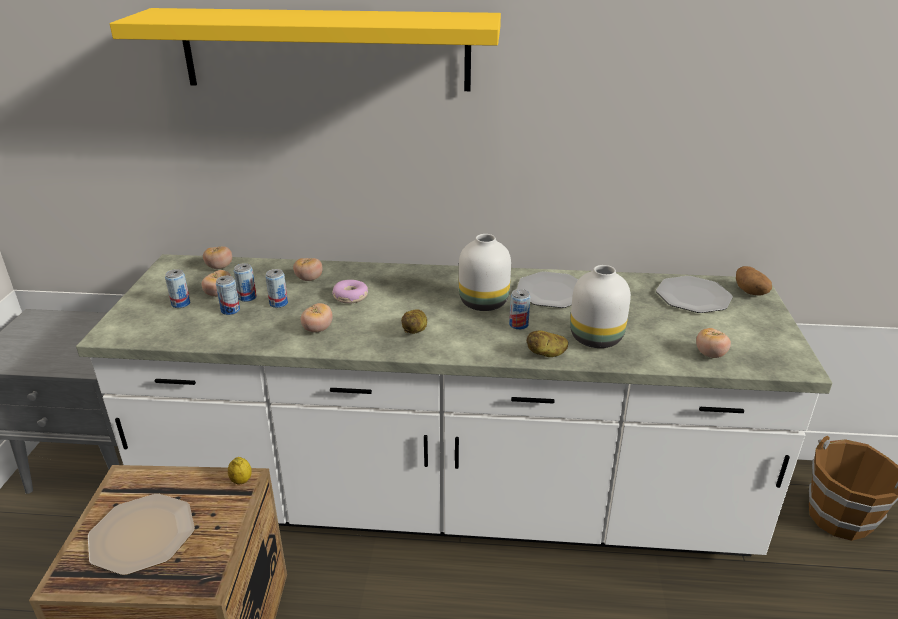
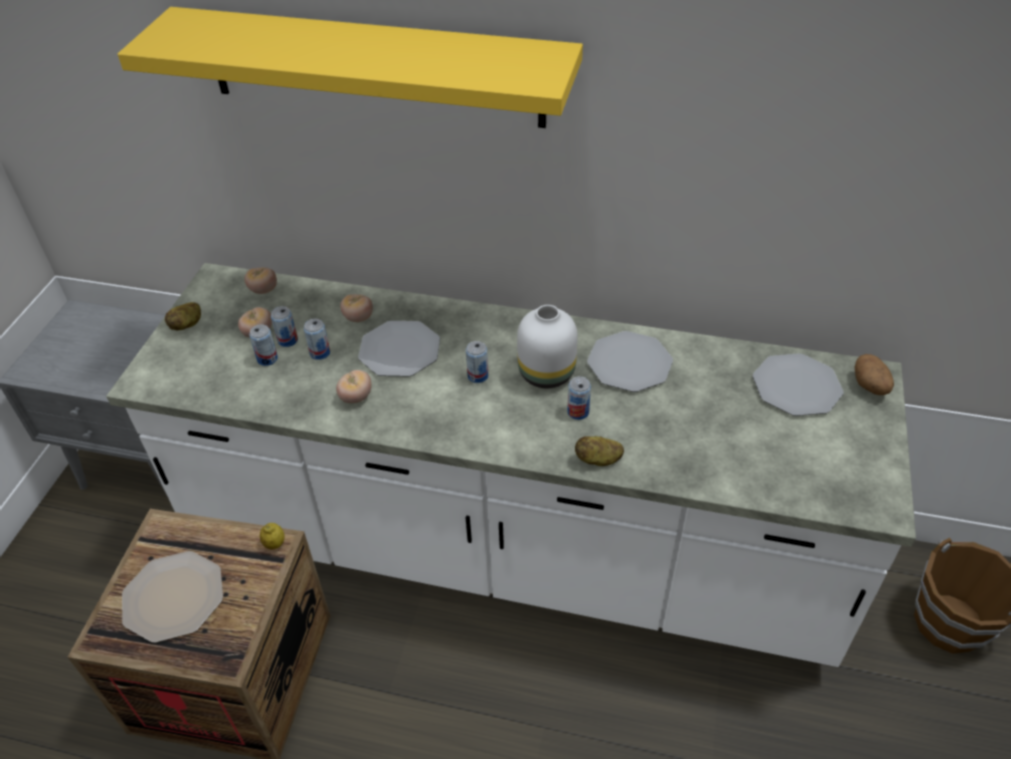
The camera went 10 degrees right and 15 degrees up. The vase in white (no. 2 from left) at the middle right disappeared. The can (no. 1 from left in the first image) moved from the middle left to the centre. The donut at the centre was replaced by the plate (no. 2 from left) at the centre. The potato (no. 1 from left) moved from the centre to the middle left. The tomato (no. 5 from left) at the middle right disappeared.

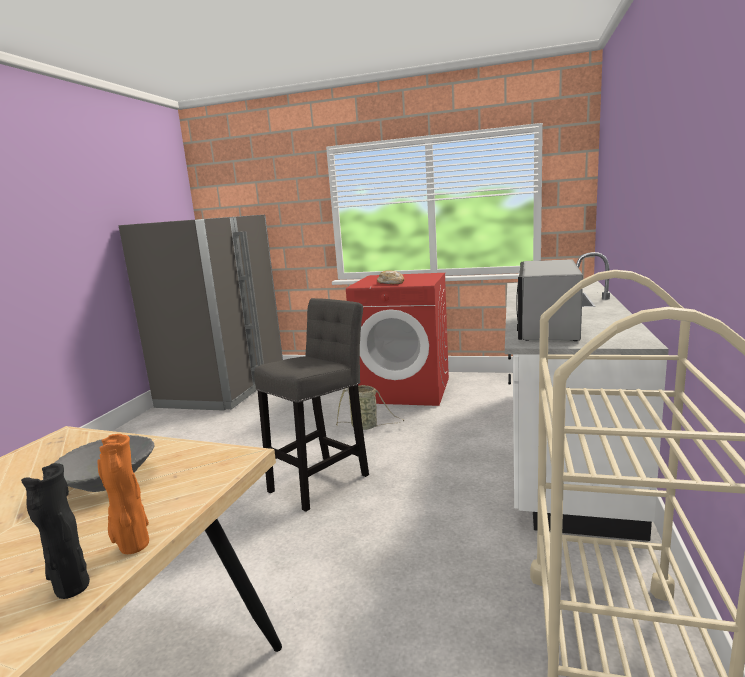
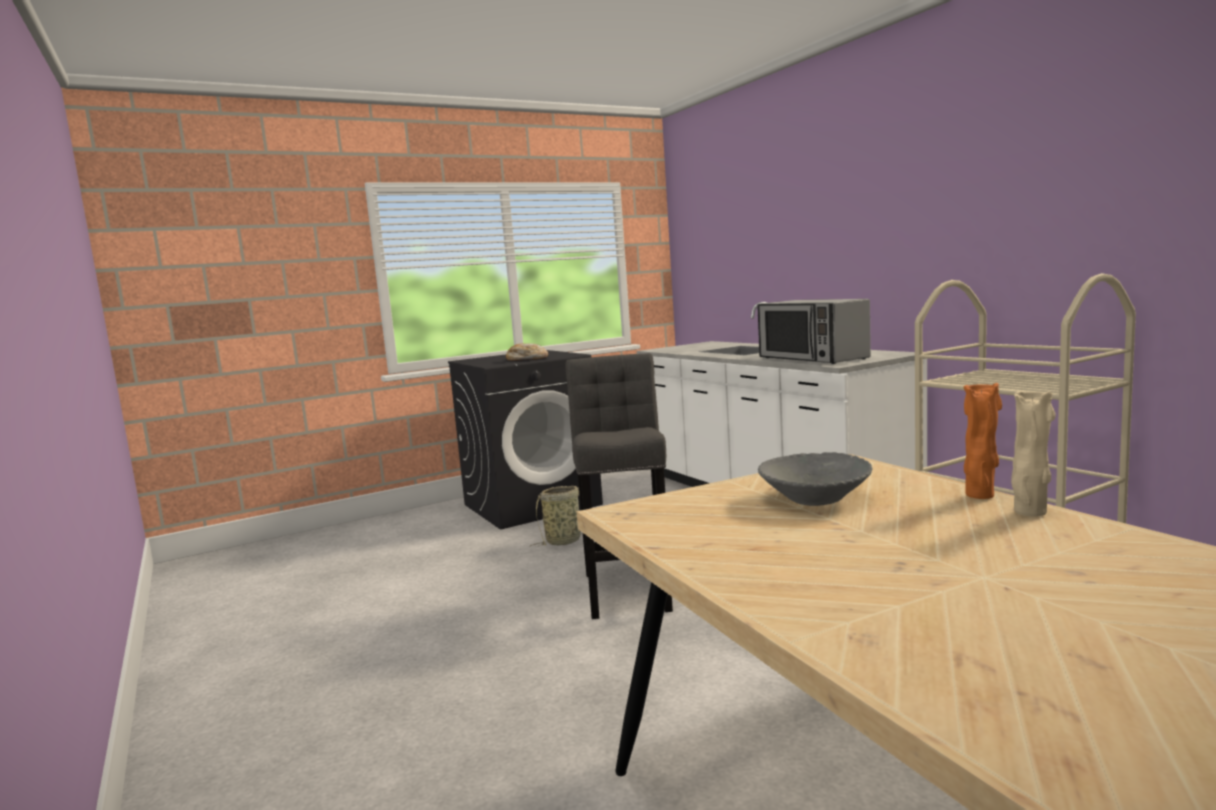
The camera went 45 degrees left and 5 degrees down. The fridge in grey at the middle left disappeared. The washing machine in red at the centre became the washing machine in black at the centre. The vase in black at the bottom left became the vase in beige at the middle right.

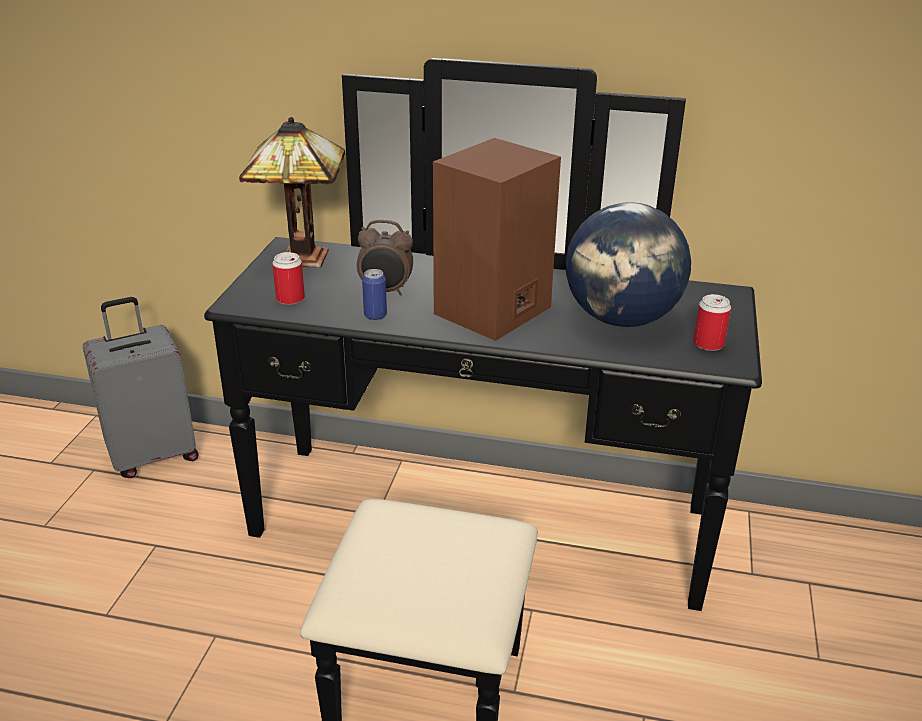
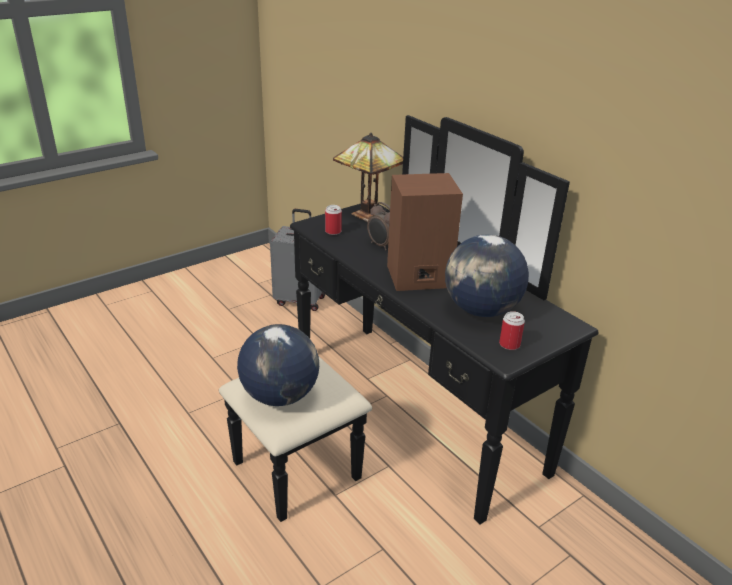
The camera went 40 degrees right and 0 degrees up. The can (no. 2 from left) at the centre disappeared. The globe (no. 1 from left) at the centre appeared.

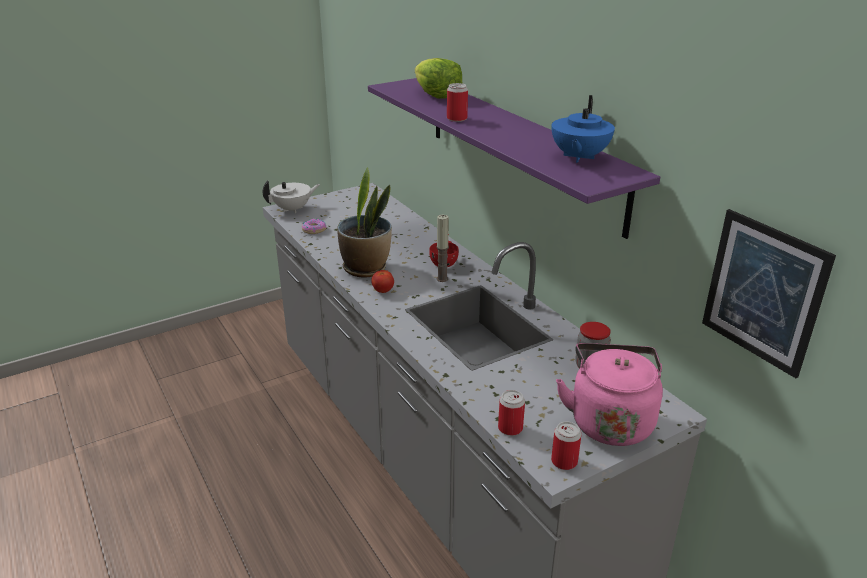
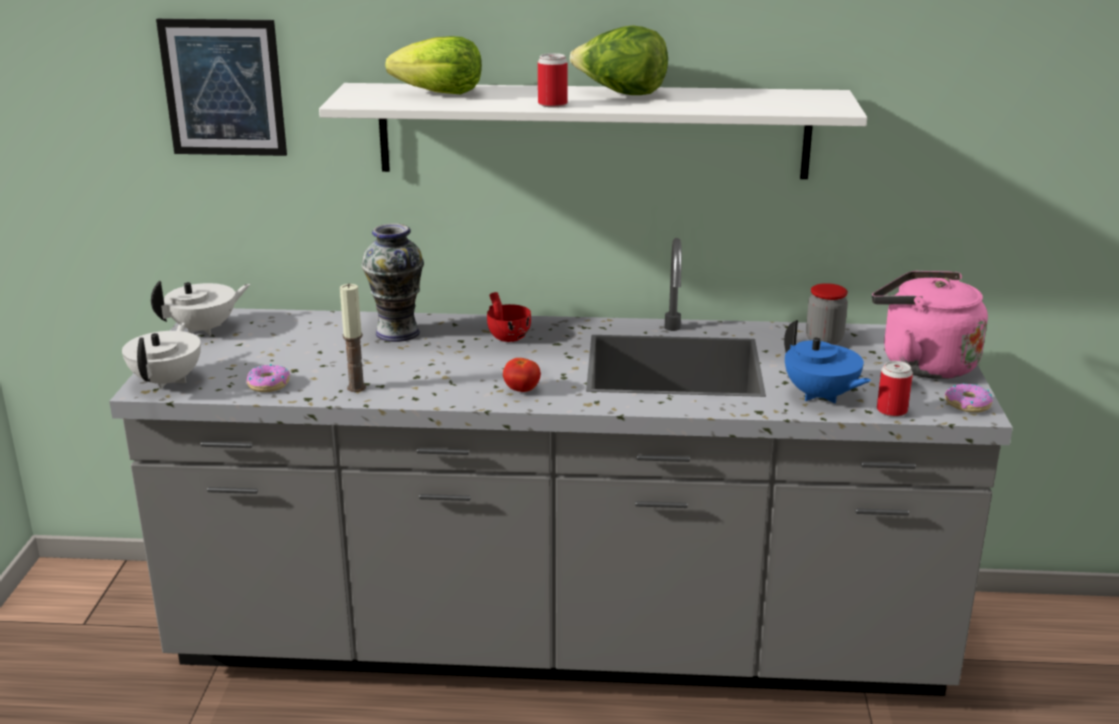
The camera went 55 degrees left and 5 degrees down. The shelf in purple at the top centre became the shelf in white at the top centre. The teapot in blue moved from the top right to the middle right. The potted plant at the centre disappeared. The picture moved from the middle right to the top left. The candle moved from the centre to the middle left. The can (no. 3 from left) at the bottom centre was replaced by the donut (no. 2 from left) at the middle right. The lettuce (no. 2 from left) at the top centre appeared. The vase at the centre appeared. The teapot in white (no. 2 from left) at the middle left appeared.

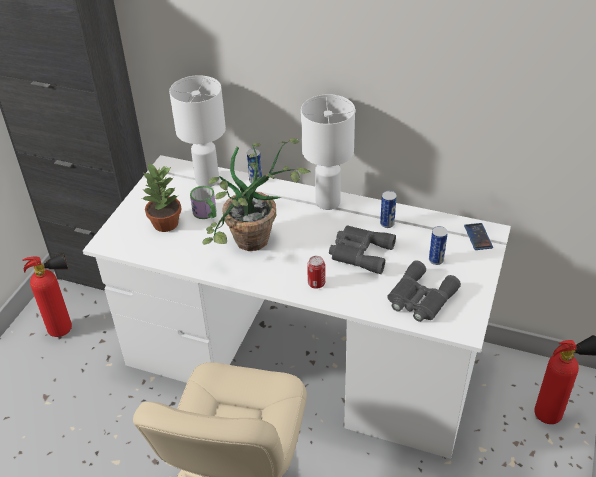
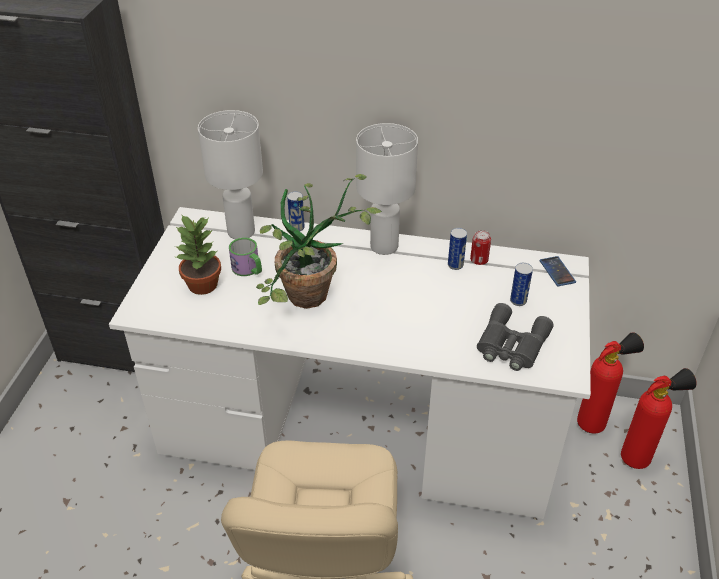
The camera went 10 degrees left and 0 degrees up. The binoculars in grey (no. 1 from left) at the centre disappeared. The fire extinguisher (no. 1 from left) moved from the middle left to the middle right. The can (no. 2 from left in the first image) moved from the centre to the middle right.

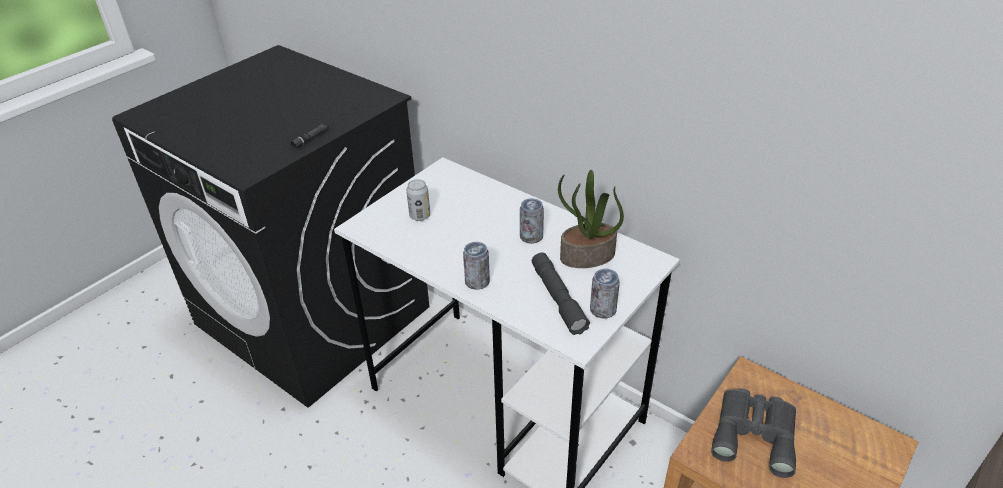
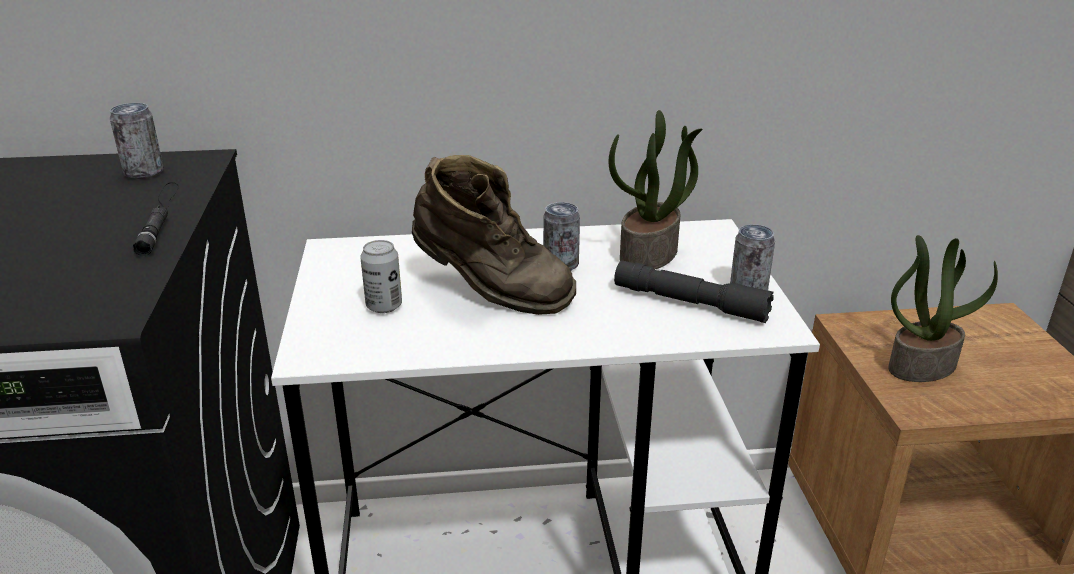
The camera went 45 degrees left and 10 degrees down. The can (no. 2 from left in the first image) moved from the centre to the top left. The binoculars in grey at the bottom right was replaced by the potted plant (no. 2 from left) at the middle right. The boot in brown at the centre appeared.

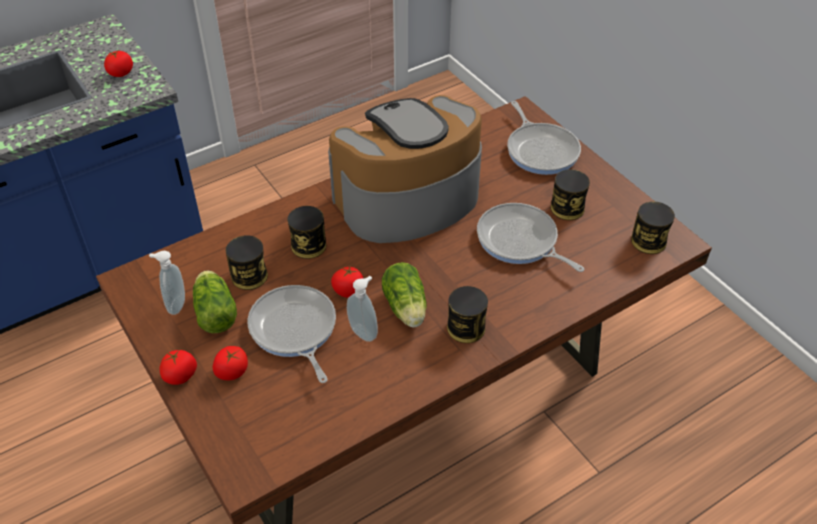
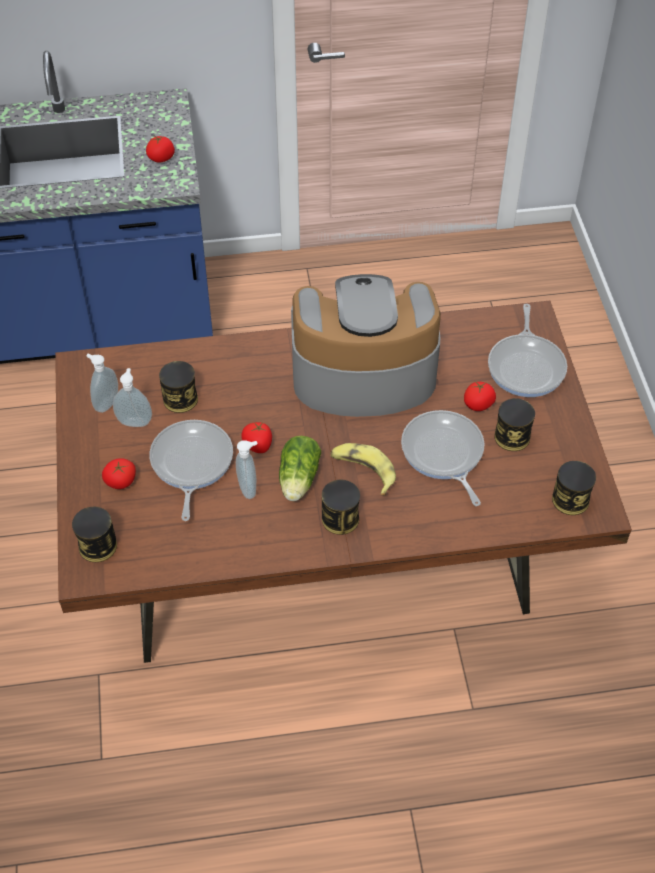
The camera went 25 degrees right and 5 degrees up. The can (no. 2 from left in the first image) moved from the centre to the middle left. The lettuce (no. 1 from left) at the middle left was replaced by the soap dispenser (no. 2 from left) at the middle left. The tomato (no. 2 from left in the first image) moved from the bottom left to the middle right. The banana at the centre appeared.

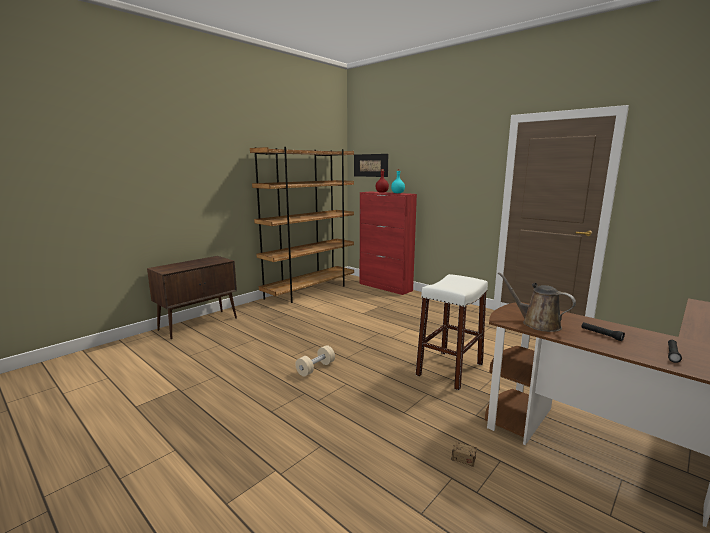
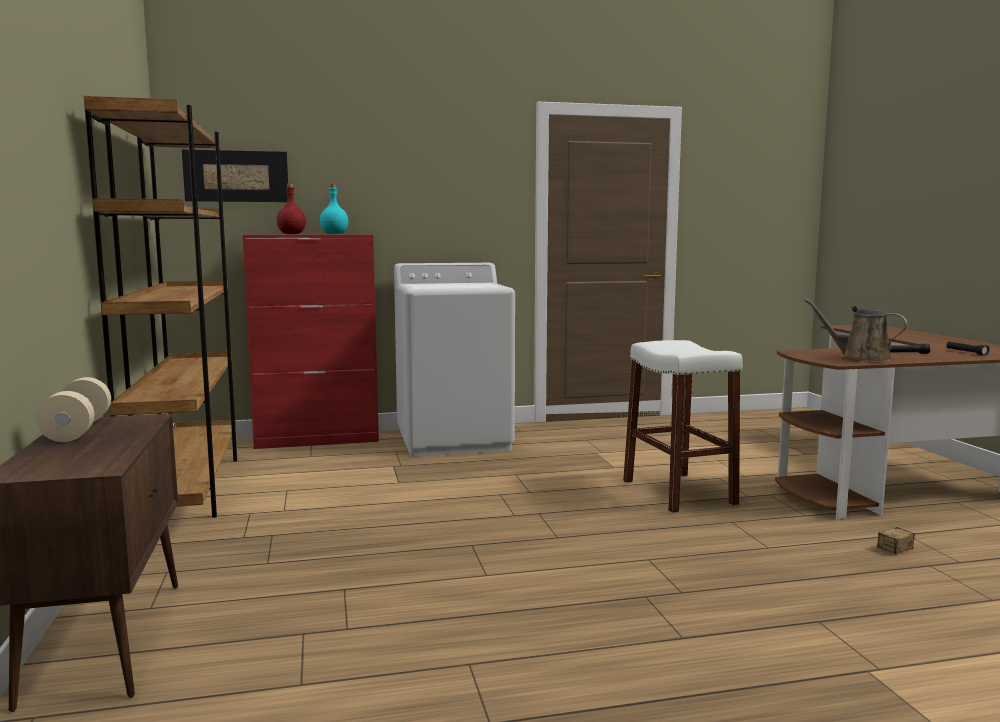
The camera went 55 degrees left and 5 degrees down. The watering can in brown at the middle right turned 45 degrees clockwise. The dumbbell in beige moved from the bottom centre to the middle left. The washing machine in white at the centre appeared.

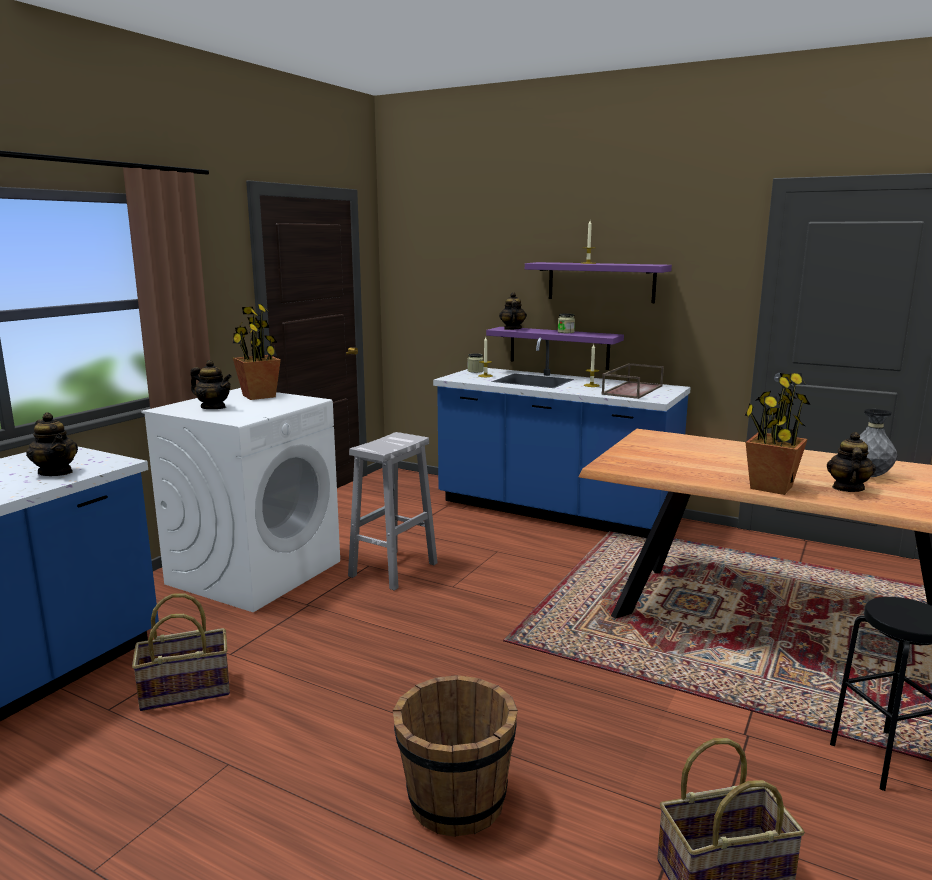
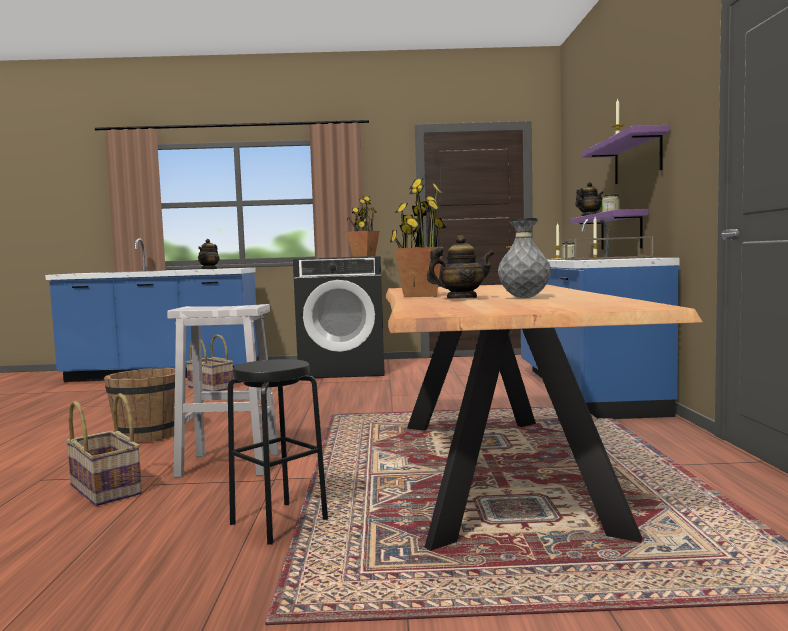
The camera went 60 degrees right and 10 degrees down. The teapot (no. 2 from left) at the middle left disappeared. The washing machine in white at the middle left became the washing machine in black at the centre. The stool in white moved from the centre to the middle left.

